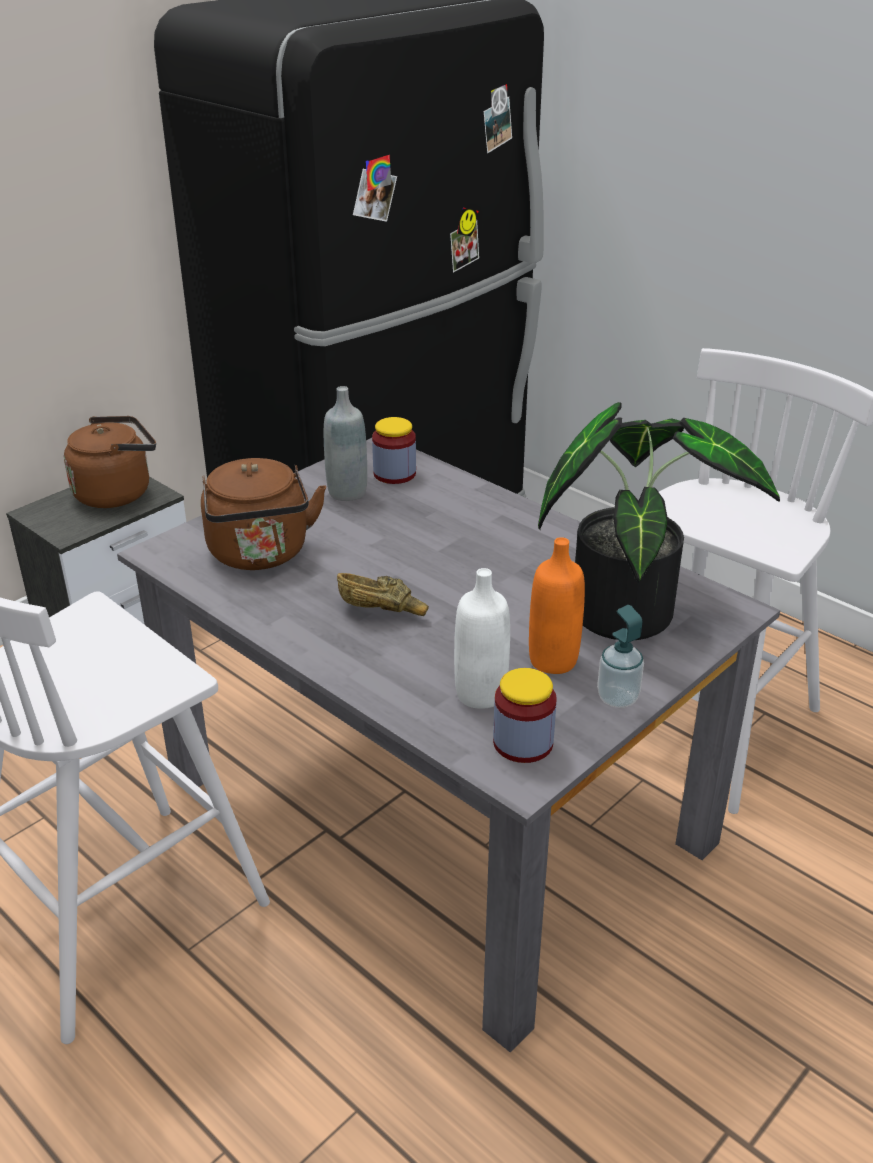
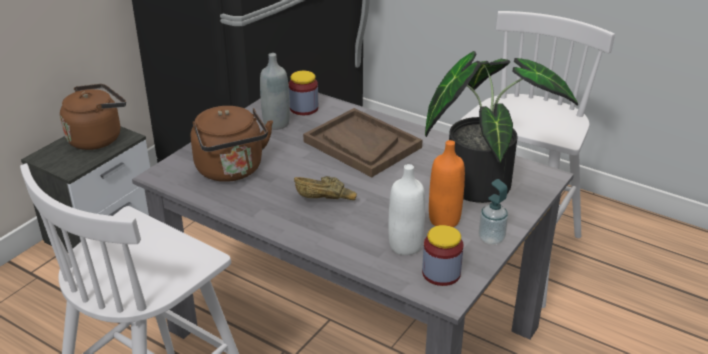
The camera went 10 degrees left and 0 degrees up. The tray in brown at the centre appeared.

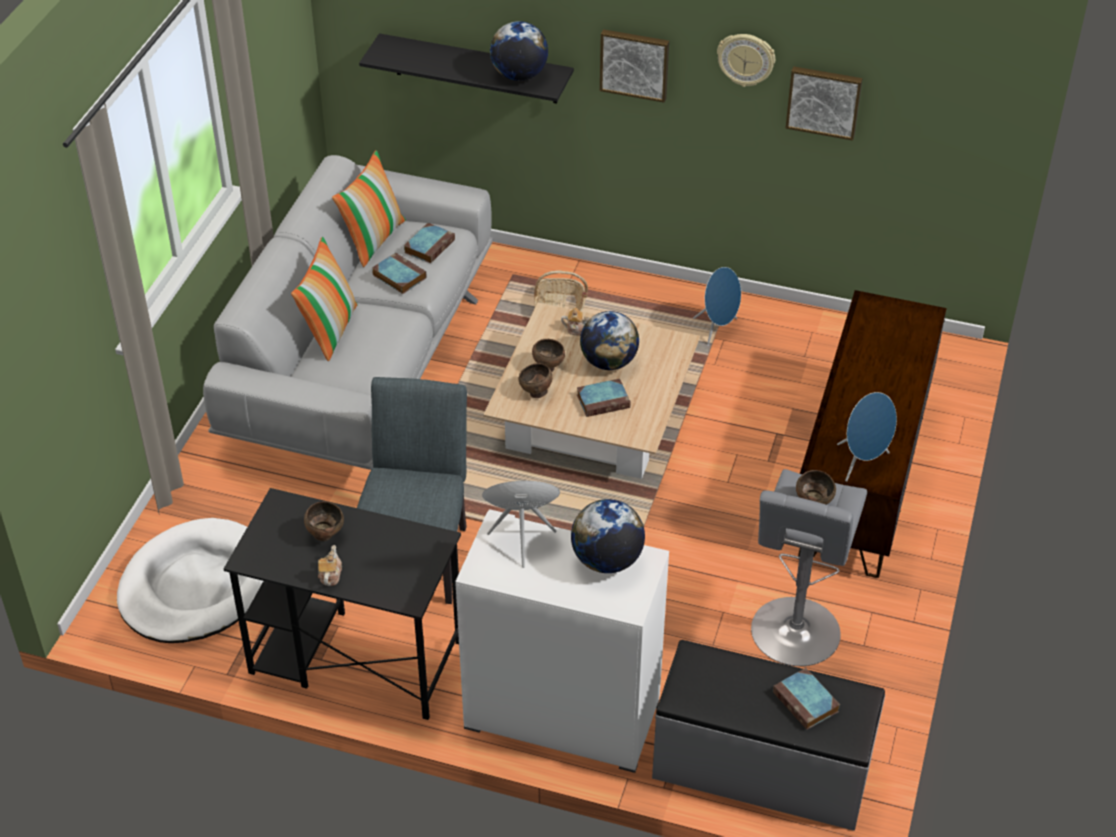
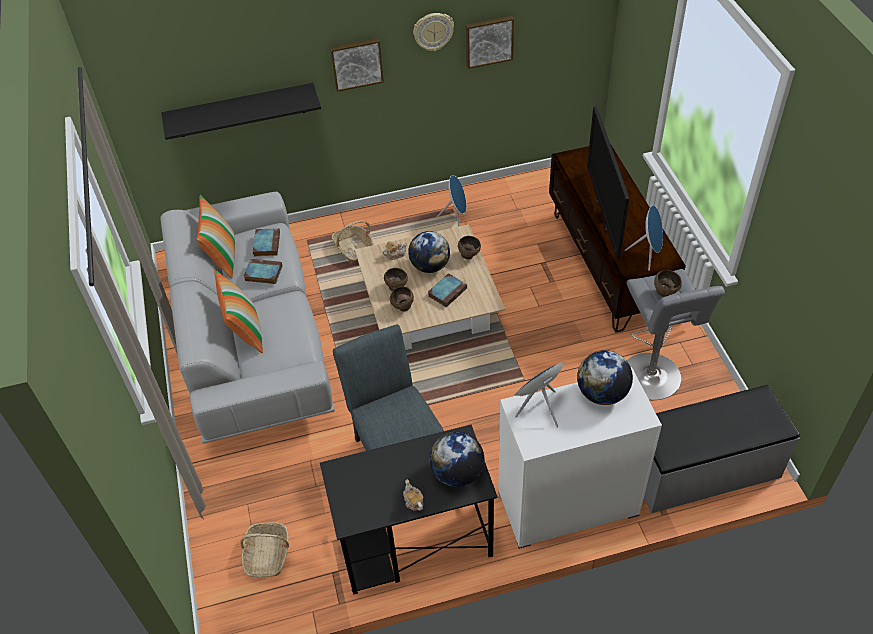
The camera went 30 degrees left and 5 degrees up. The globe (no. 1 from left in the first image) moved from the top centre to the bottom centre. The bowl in brown (no. 1 from left in the first image) moved from the middle left to the centre. The dog bed in white at the bottom left was replaced by the basket (no. 1 from left) at the bottom left. The book (no. 4 from left) at the bottom right disappeared. The television at the top right appeared.

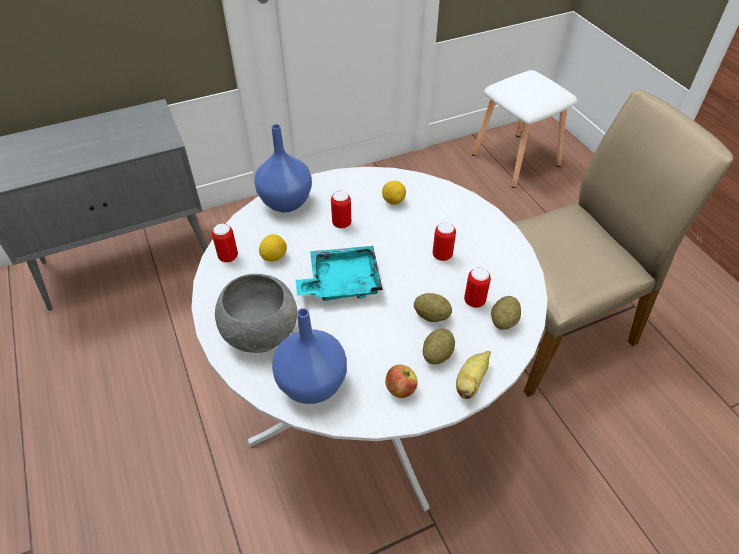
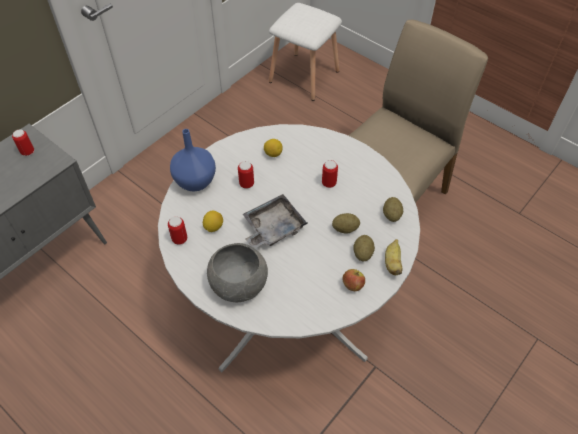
The camera went 25 degrees left and 5 degrees up. The tray in turquoise at the centre became the tray in grey at the centre. The can (no. 4 from left in the first image) moved from the centre to the top left. The vase in blue (no. 2 from left) at the centre disappeared.

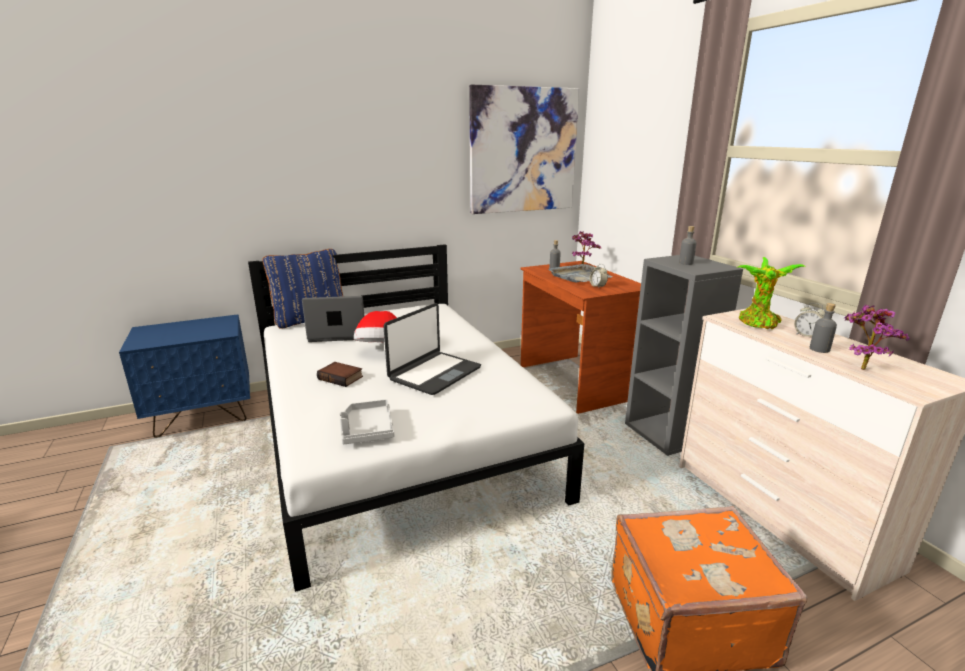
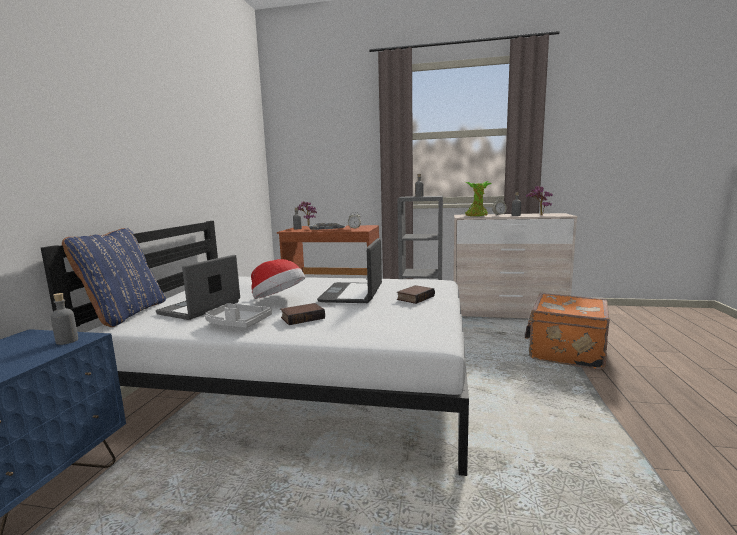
The camera went 55 degrees left and 10 degrees down. The picture at the top centre disappeared. The laptop (no. 2 from left) at the centre turned 150 degrees counterclockwise. The tray in grey (no. 1 from left) moved from the centre to the middle left. The book (no. 2 from left) at the centre appeared. The bottle in grey (no. 1 from left) at the middle left appeared.

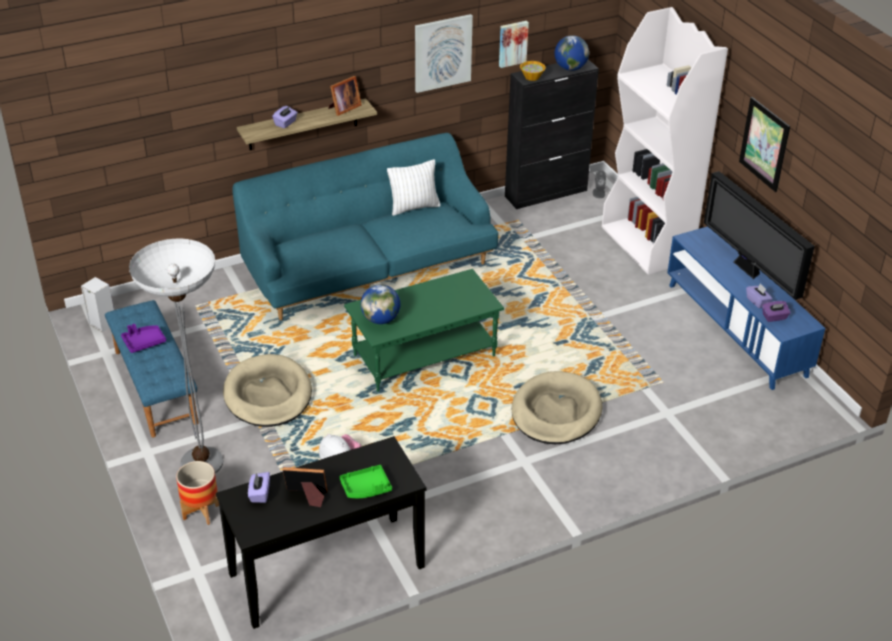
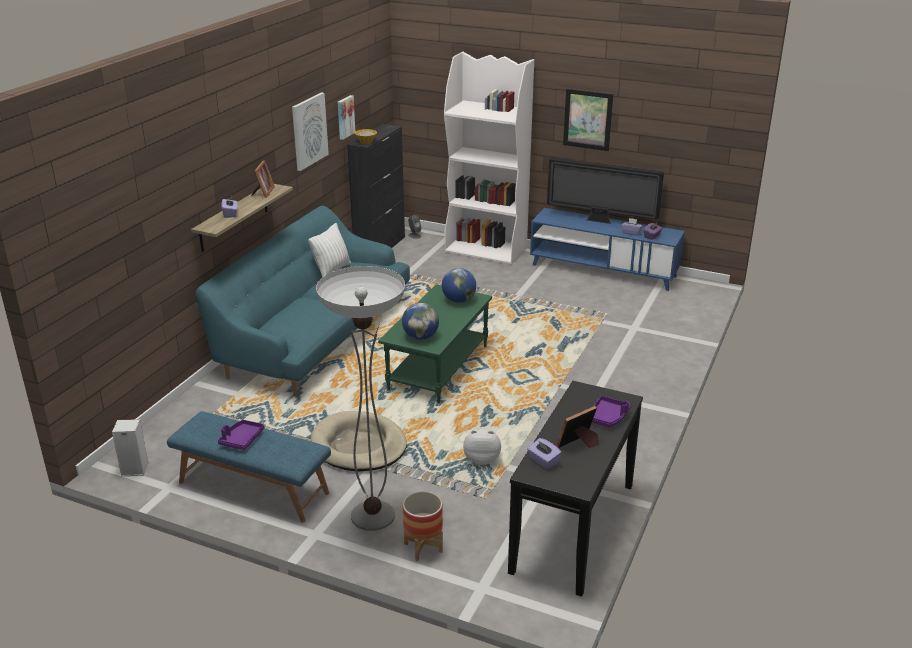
The camera went 40 degrees left and 10 degrees down. The globe (no. 2 from left) moved from the top centre to the centre. The dog bed in beige (no. 2 from left) at the centre disappeared. The tray in green at the bottom centre became the tray in purple (no. 2 from left) at the middle right.

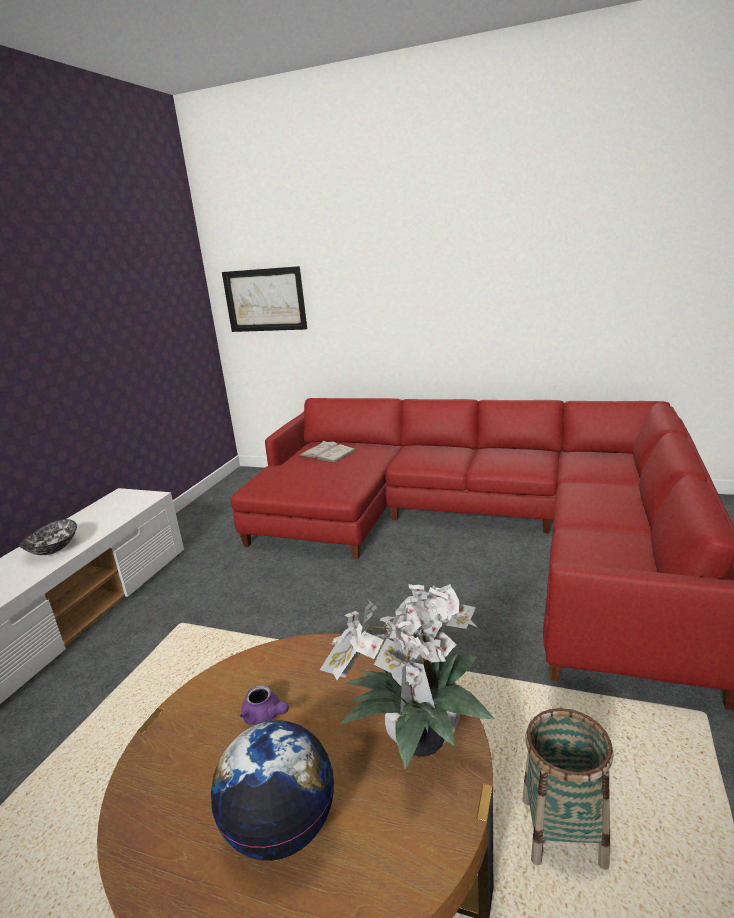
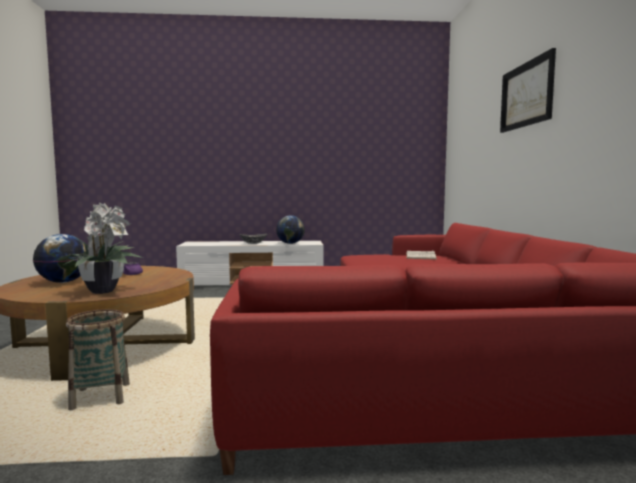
The camera went 65 degrees right and 15 degrees down. The picture moved from the top centre to the top right. The globe (no. 2 from left) at the centre appeared.

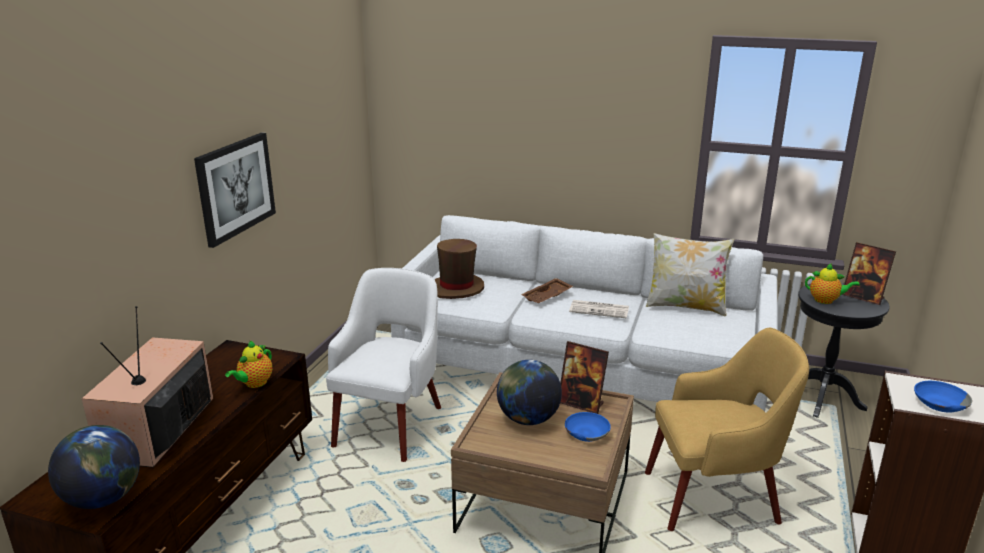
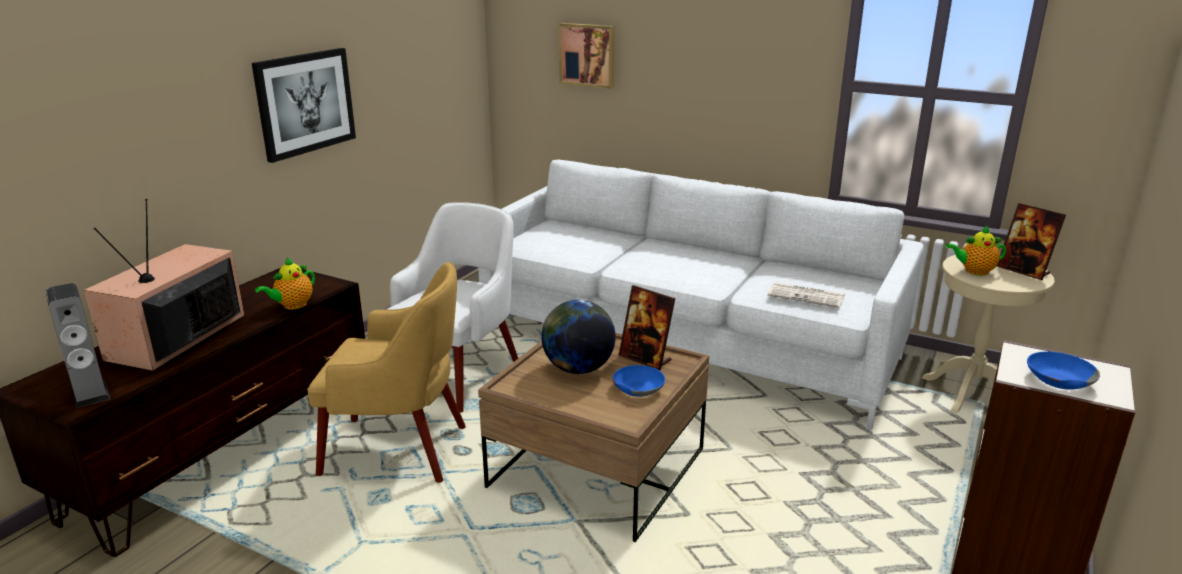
The camera went 10 degrees right and 0 degrees up. The pillow at the middle right disappeared. The hat in brown at the centre disappeared. The teapot (no. 2 from left) at the middle right turned 150 degrees clockwise. The tray in brown at the centre disappeared. The side table in black at the middle right became the side table in beige at the middle right. The newspaper moved from the centre to the middle right. The armchair in yellow moved from the bottom right to the middle left. The globe (no. 1 from left) at the bottom left was replaced by the speaker at the middle left. The picture (no. 2 from left) at the top centre appeared.

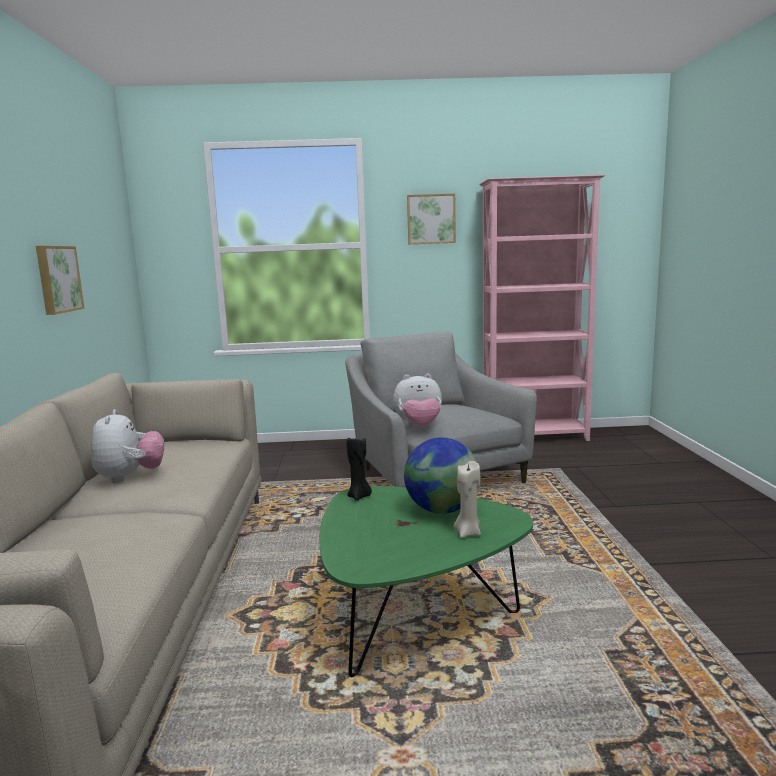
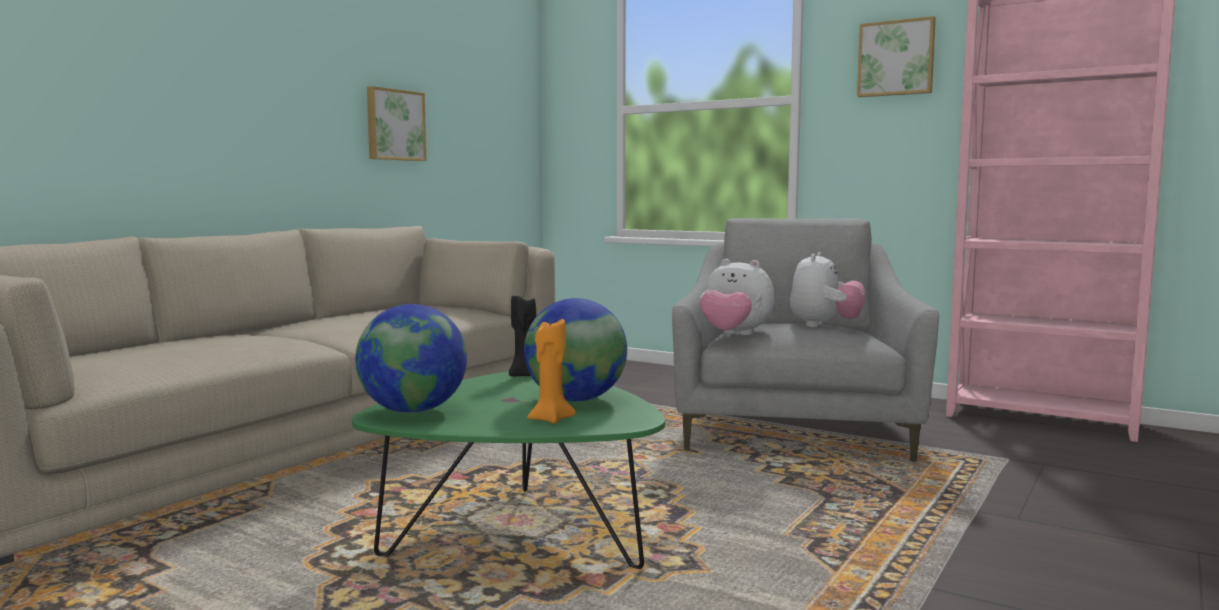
The camera went 35 degrees right and 5 degrees down. The plush toy (no. 1 from left in the first image) moved from the middle left to the middle right. The candle in beige at the centre became the candle in orange at the centre. The globe (no. 1 from left) at the centre appeared.

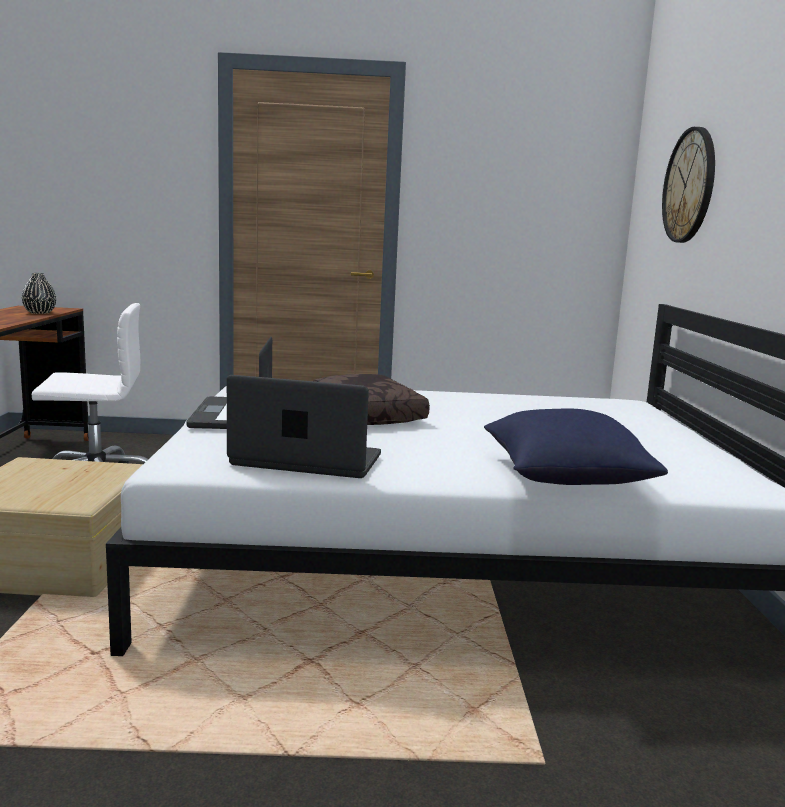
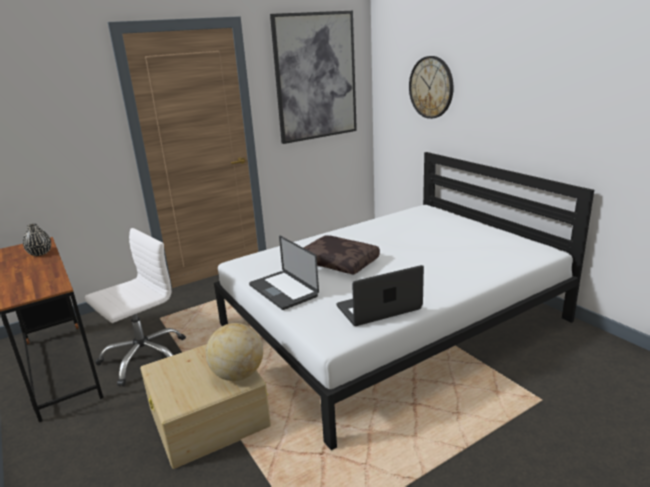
The camera went 30 degrees left and 10 degrees up. The pillow in blue at the middle right disappeared. The picture at the top centre appeared. The globe at the bottom centre appeared.

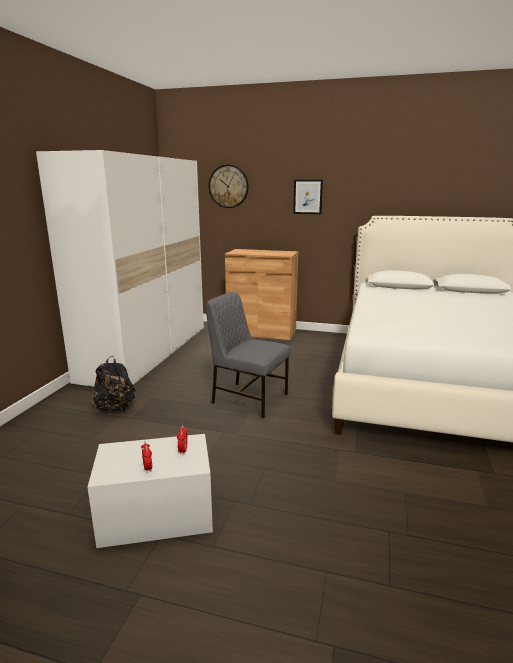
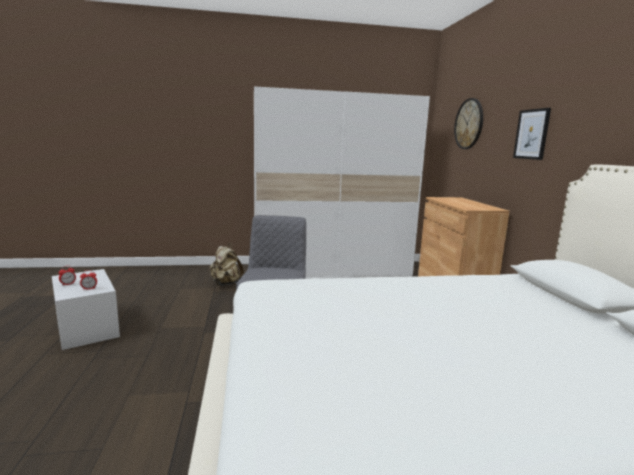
The camera went 65 degrees right and 5 degrees down. The backpack in black at the middle left became the backpack in beige at the centre.

